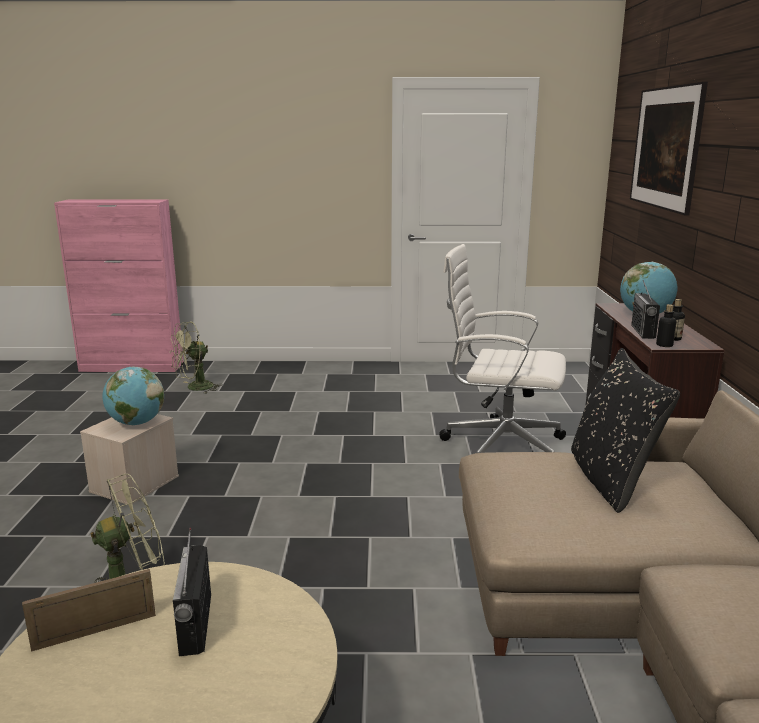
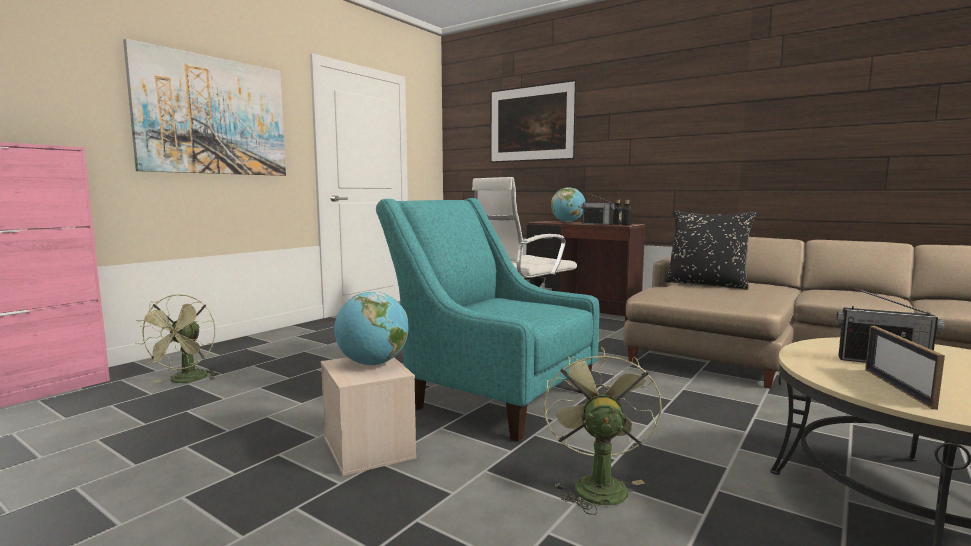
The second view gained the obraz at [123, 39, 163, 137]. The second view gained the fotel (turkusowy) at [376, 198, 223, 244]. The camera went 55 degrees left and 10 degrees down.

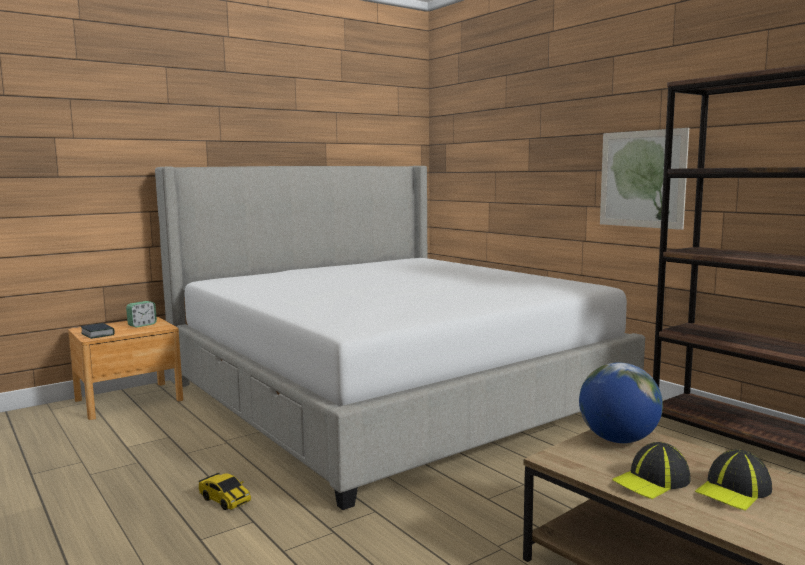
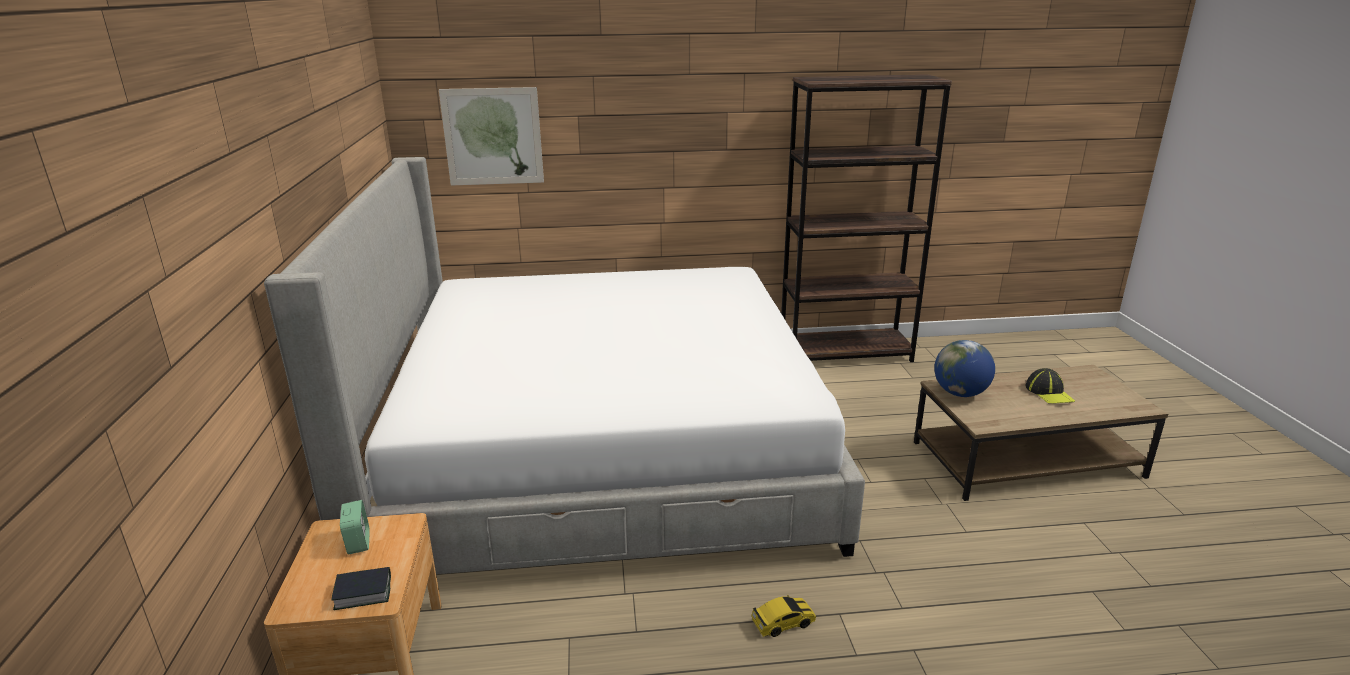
The obraz ended up elsewhere, having gone from [600, 128, 89, 102] to [439, 87, 105, 98]. The second view lost the czapka z daszkiem at [612, 442, 79, 57]. The camera went 60 degrees left and 15 degrees up.

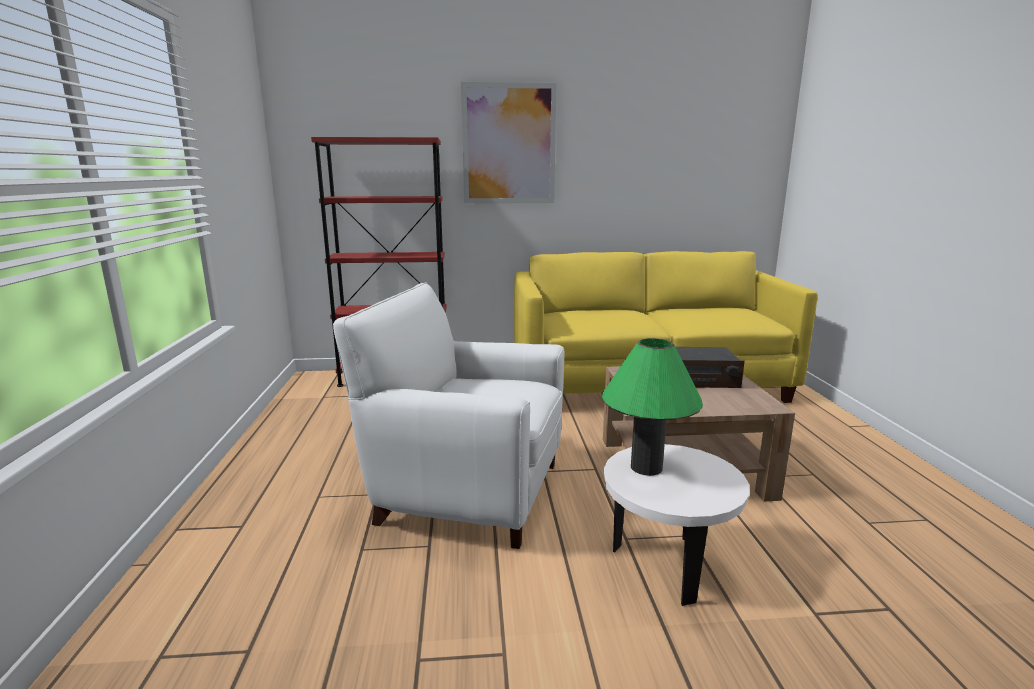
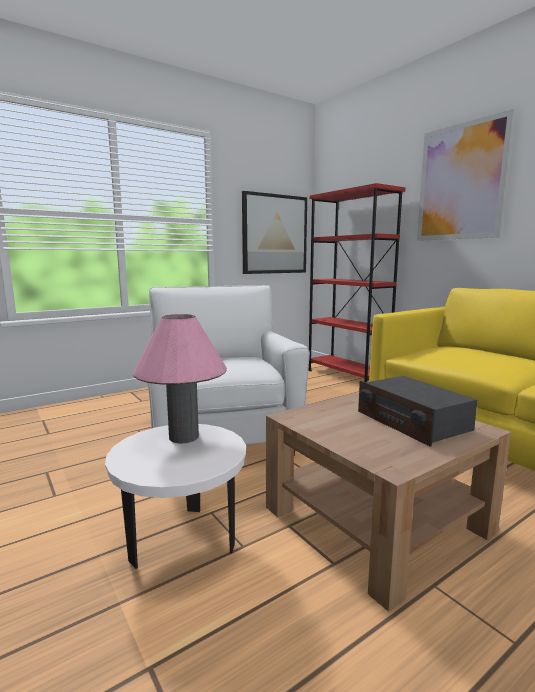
What was the lampa stołowa (zielony) at [602, 338, 101, 138] turned into the lampa stołowa (różowy) at [133, 314, 94, 129]. The second view gained the obraz at [242, 191, 65, 83]. The camera went 60 degrees right and 5 degrees down.

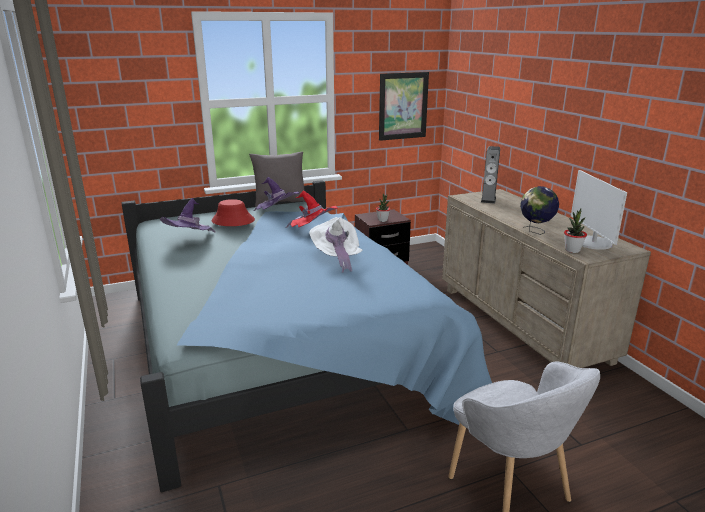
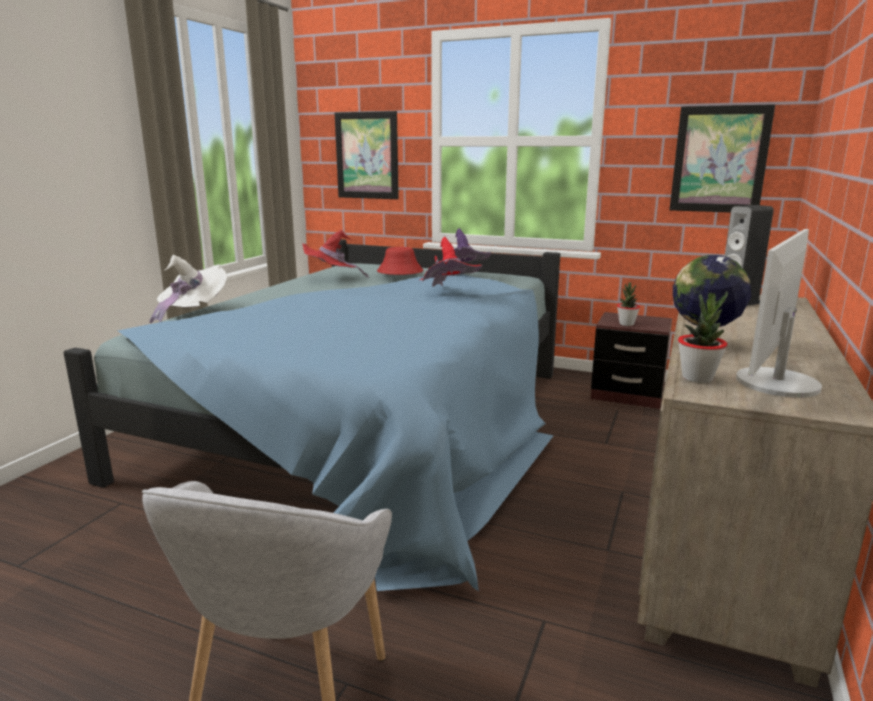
The kapelusz (biały) ended up elsewhere, having gone from [309, 217, 53, 56] to [149, 255, 78, 68]. What was the kapelusz (fioletowy) at [160, 198, 56, 35] turned into the kapelusz (czerwony) at [302, 230, 67, 48]. The second view gained the obraz at [335, 111, 64, 88]. The second view lost the poduszka (szary) at [249, 152, 56, 55]. The camera went 45 degrees right and 5 degrees down.

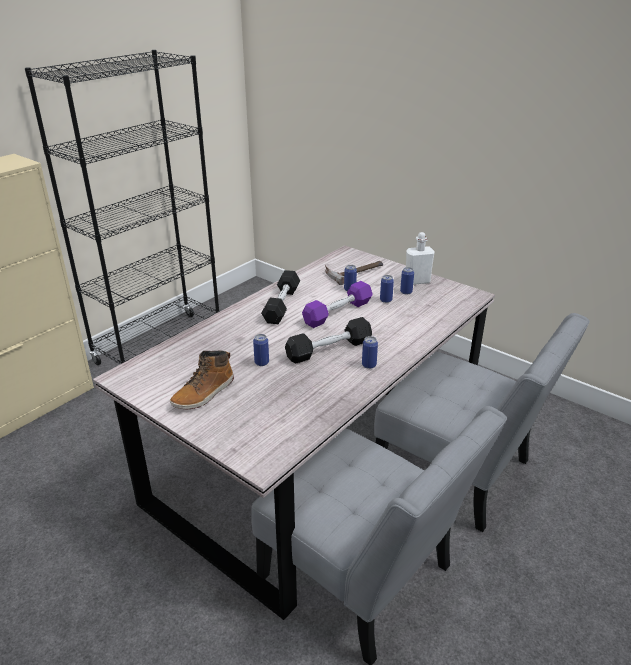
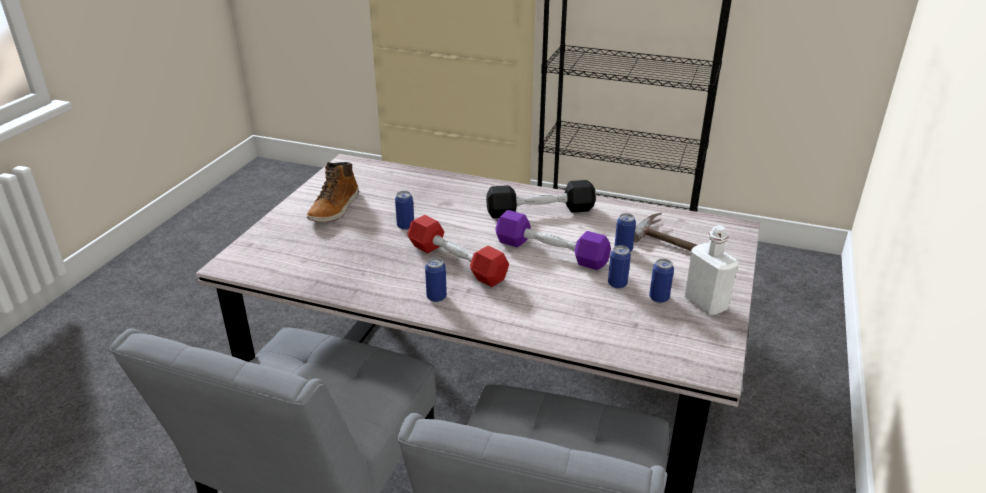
The but z cholewką at [170, 351, 64, 58] ended up facing another way, 90 degrees counterclockwise from before. What was the hantel (czarny) at [285, 317, 87, 46] turned into the hantel (czerwony) at [408, 215, 101, 72]. The camera went 70 degrees right and 0 degrees up.

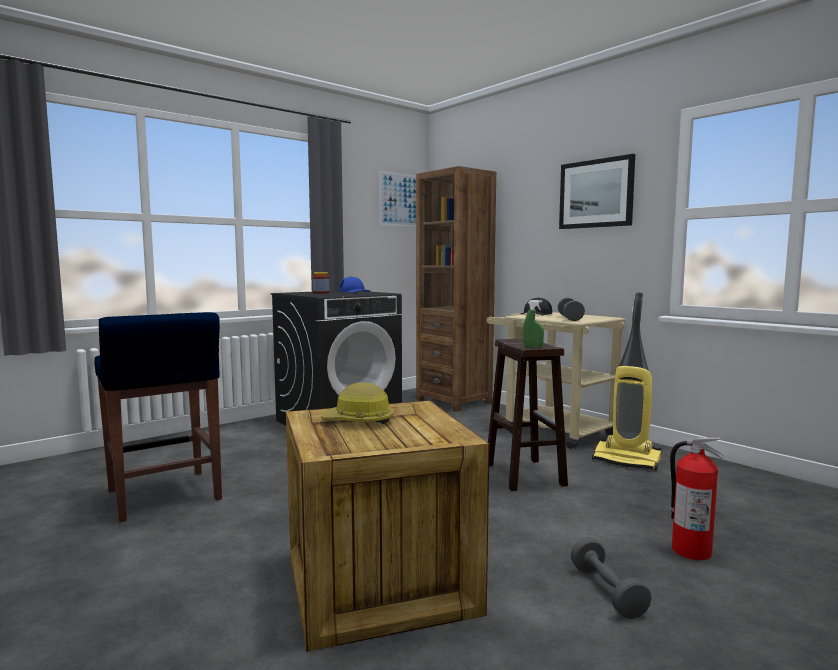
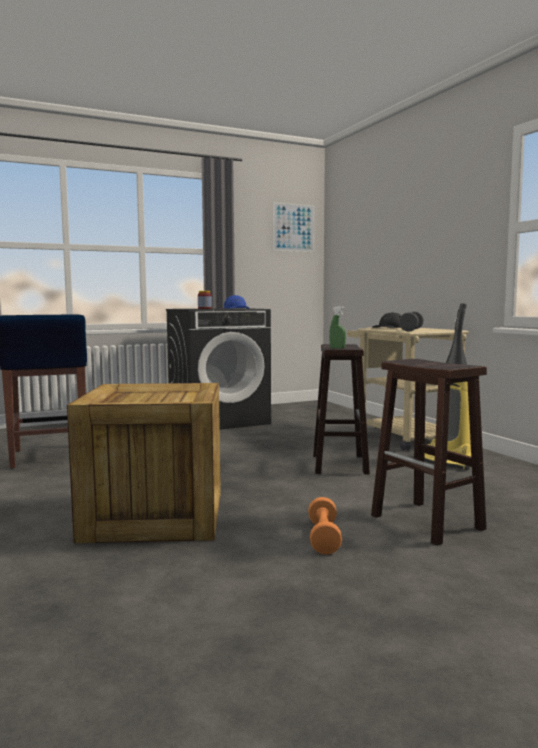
What was the hantel (szary) at [571, 537, 81, 82] turned into the hantel (pomarańczowy) at [308, 497, 34, 58]. Where the gaśnica stood at [670, 437, 54, 123], the stołek (brązowy) came to stand at [371, 359, 116, 187]. The second view lost the kask at [321, 382, 73, 42]. The second view lost the regał (brązowy) at [416, 166, 80, 246]. The second view lost the obraz at [559, 154, 76, 75]. The camera went 15 degrees right and 0 degrees up.

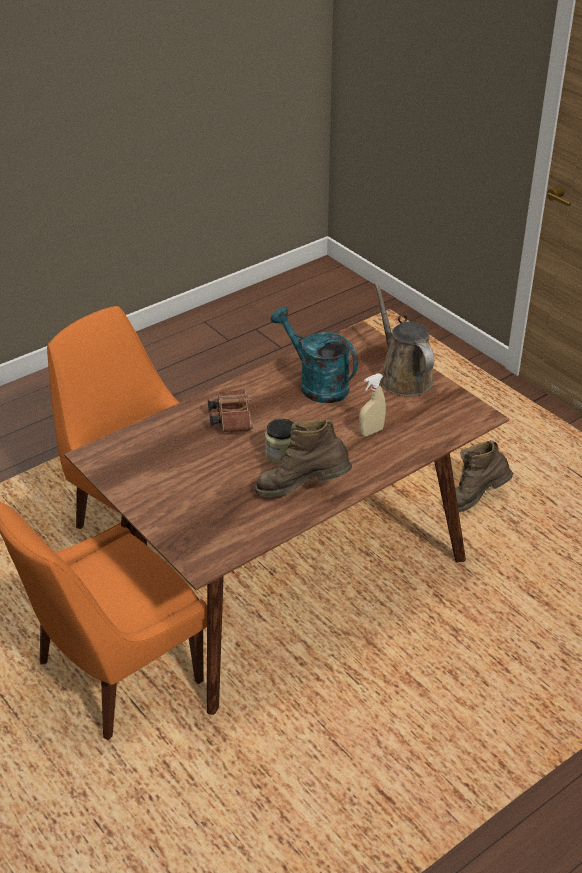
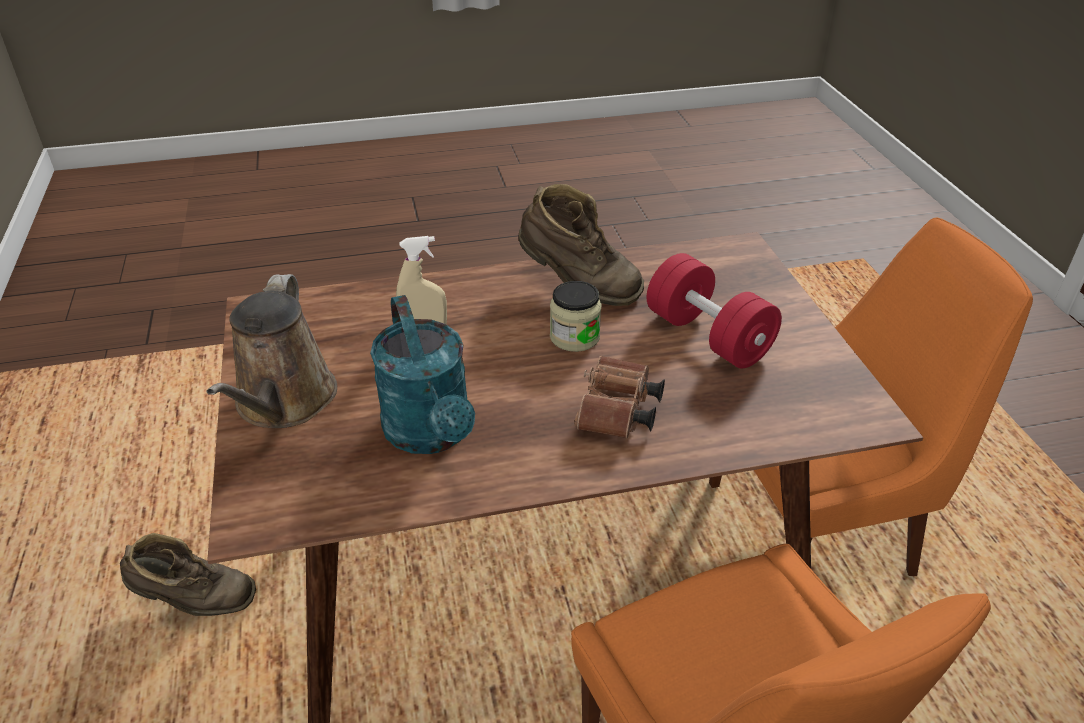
The second view gained the hantel (czerwony) at [647, 253, 135, 116]. The camera went 155 degrees left and 0 degrees up.

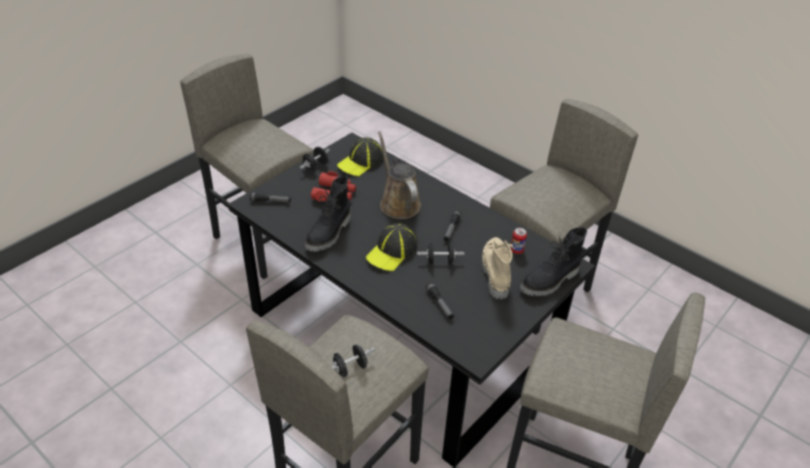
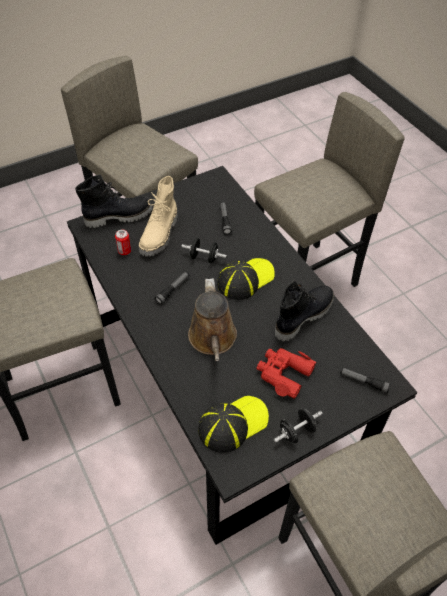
The second view lost the hantel (czarny) at [331, 344, 44, 33]. The camera went 160 degrees left and 10 degrees up.

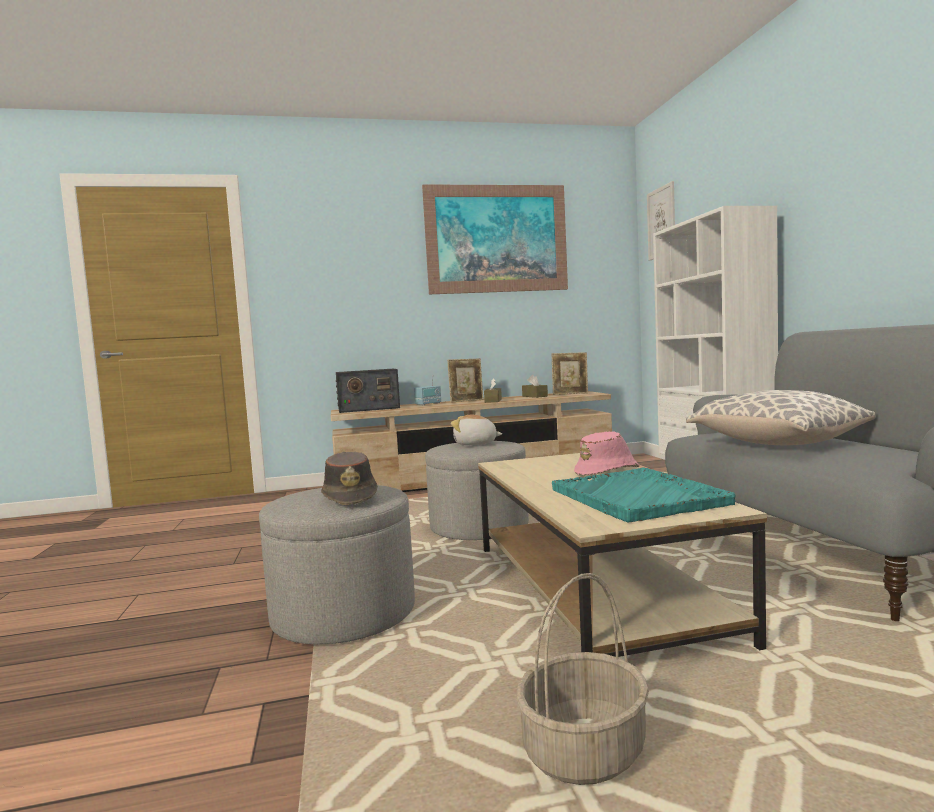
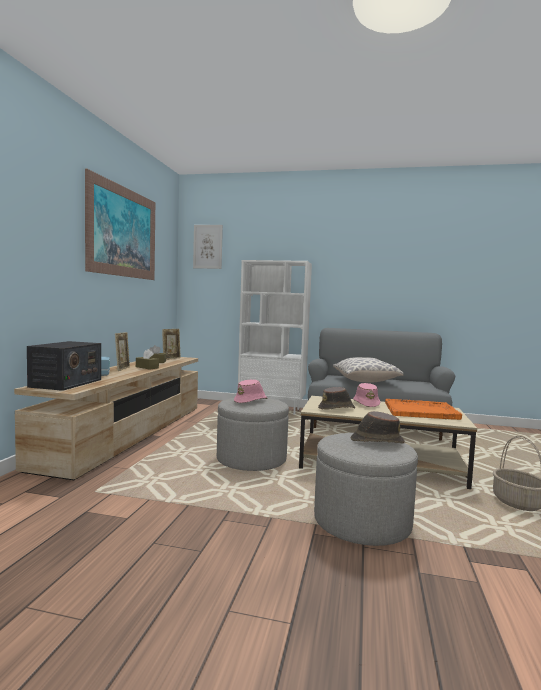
Where the pluszak stood at [451, 415, 52, 30], the kapelusz (różowy) came to stand at [234, 379, 33, 24]. The second view gained the kapelusz (brązowy) at [318, 387, 37, 23]. What was the taca (turkusowy) at [552, 468, 183, 55] turned into the taca (pomarańczowy) at [385, 399, 77, 21]. The camera went 65 degrees left and 0 degrees up.

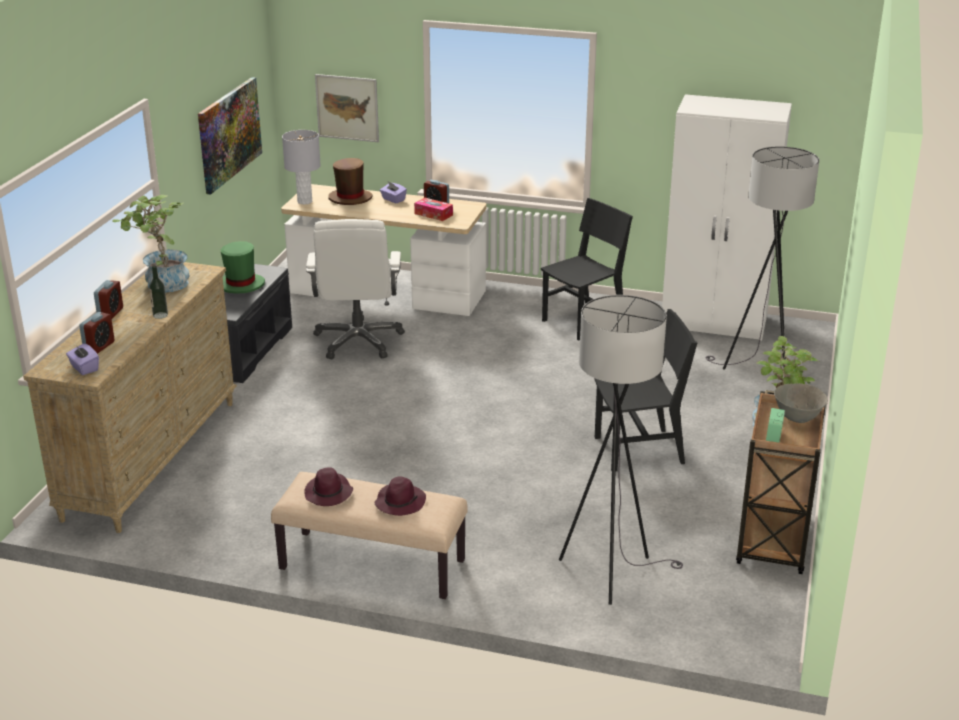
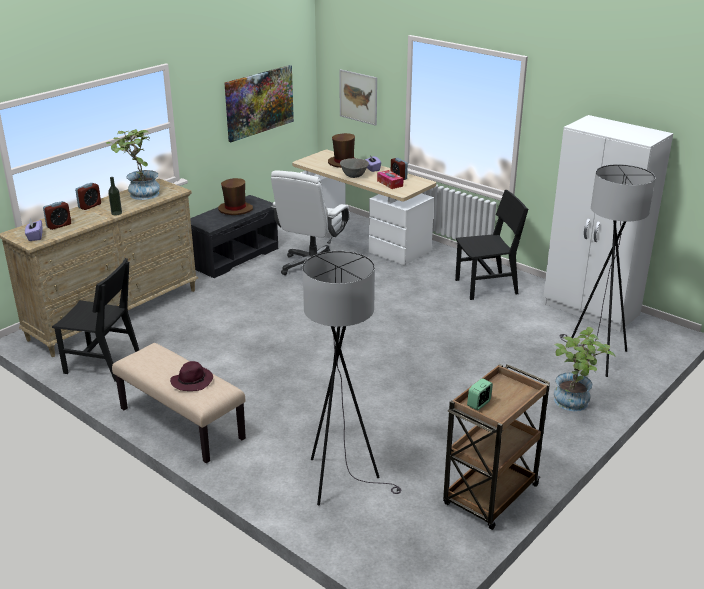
The krzesło (czarny) ended up elsewhere, having gone from [594, 309, 103, 162] to [52, 258, 87, 124]. What was the kapelusz (zielony) at [221, 241, 44, 53] turned into the kapelusz (brązowy) at [218, 178, 35, 37]. The miska (szary) ended up elsewhere, having gone from [774, 383, 54, 40] to [340, 158, 29, 20]. The second view lost the lampa stołowa (szary) at [282, 130, 39, 74]. The second view lost the kapelusz (fioletowy) at [304, 467, 49, 39]. The camera went 25 degrees right and 0 degrees up.

